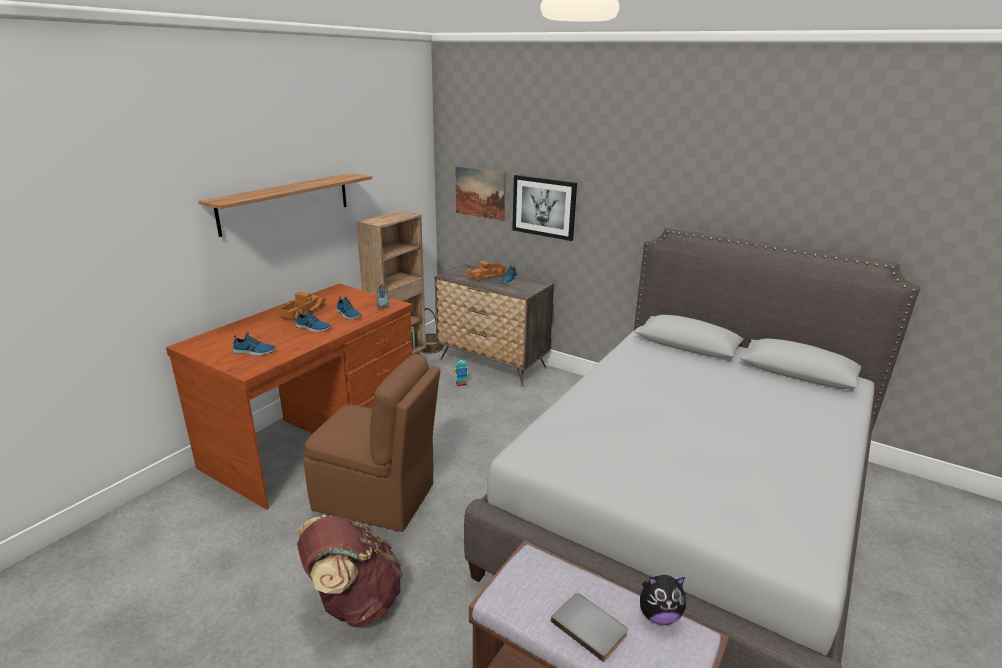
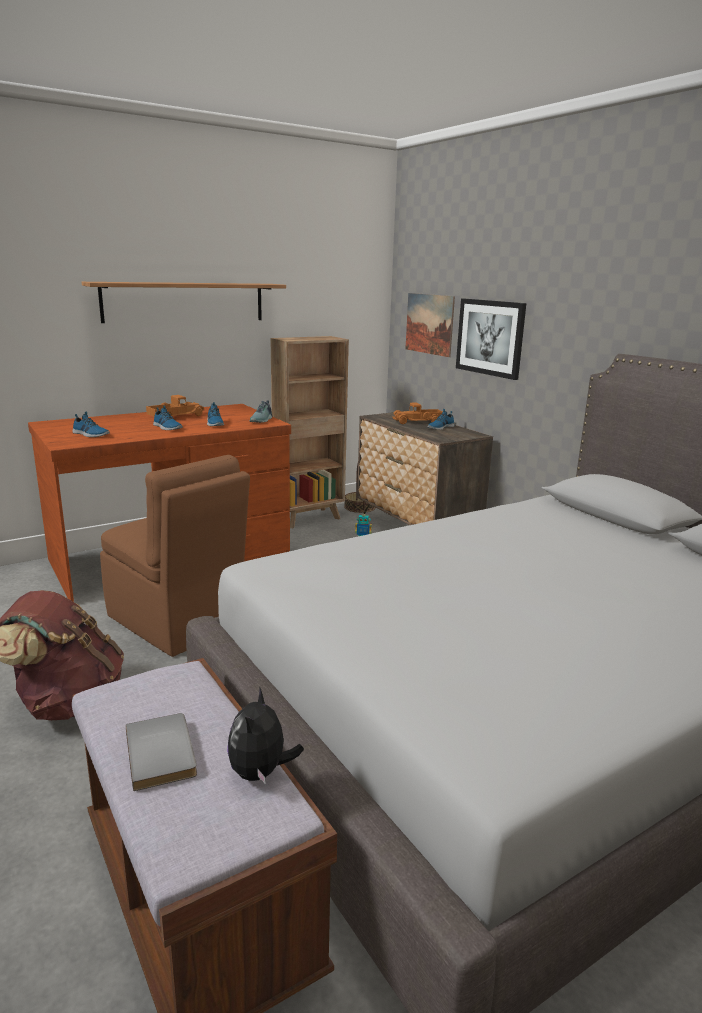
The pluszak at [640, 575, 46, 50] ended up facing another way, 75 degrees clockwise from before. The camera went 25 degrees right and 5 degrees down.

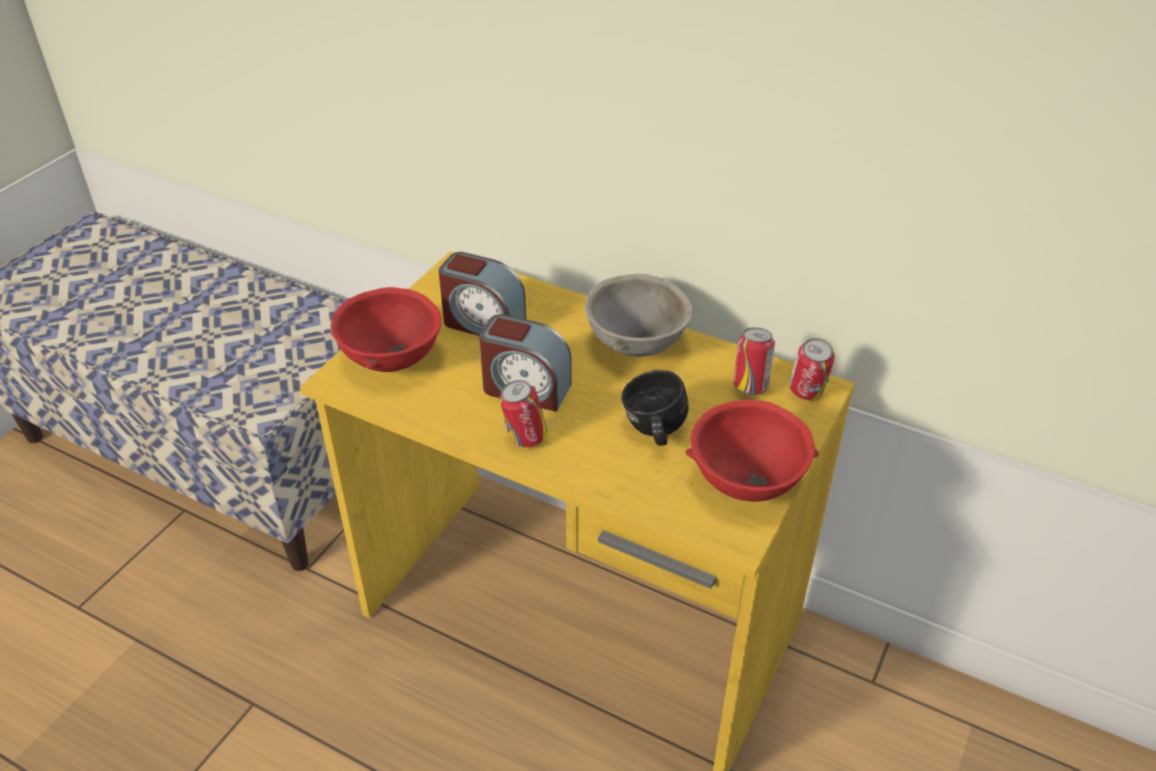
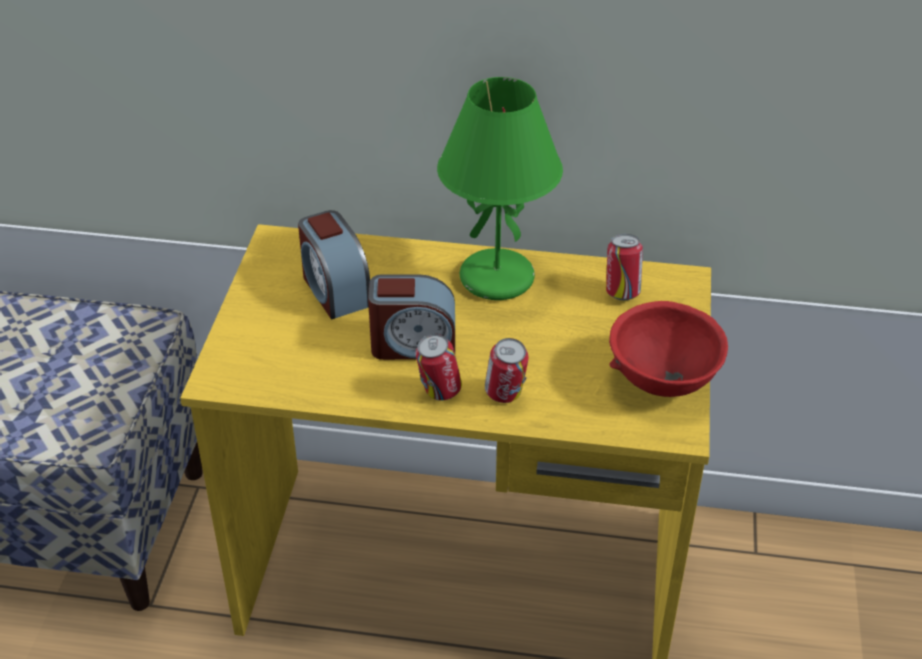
The budzik at [439, 252, 87, 84] ended up facing another way, 60 degrees clockwise from before. Where the miska (szary) stood at [585, 274, 107, 83], the lampa stołowa (zielony) came to stand at [437, 77, 126, 223]. The puszka ended up elsewhere, having gone from [789, 338, 46, 62] to [485, 338, 43, 65]. The second view lost the miska (czerwony) at [331, 287, 111, 85]. The second view lost the kubek (czarny) at [621, 370, 67, 76]. The camera went 20 degrees left and 0 degrees up.

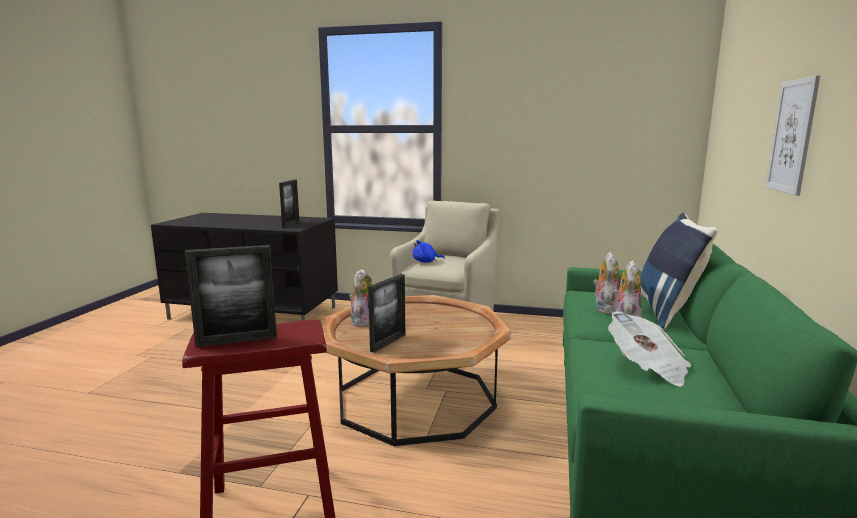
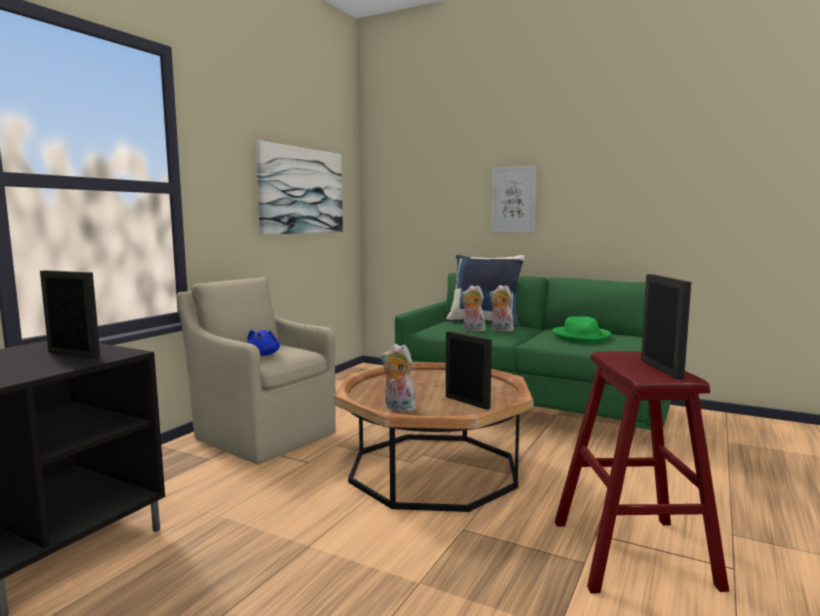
The second view gained the obraz at [256, 140, 87, 95]. Where the gazeta stood at [608, 311, 83, 76], the kapelusz (zielony) came to stand at [552, 316, 59, 27]. The camera went 75 degrees left and 5 degrees down.

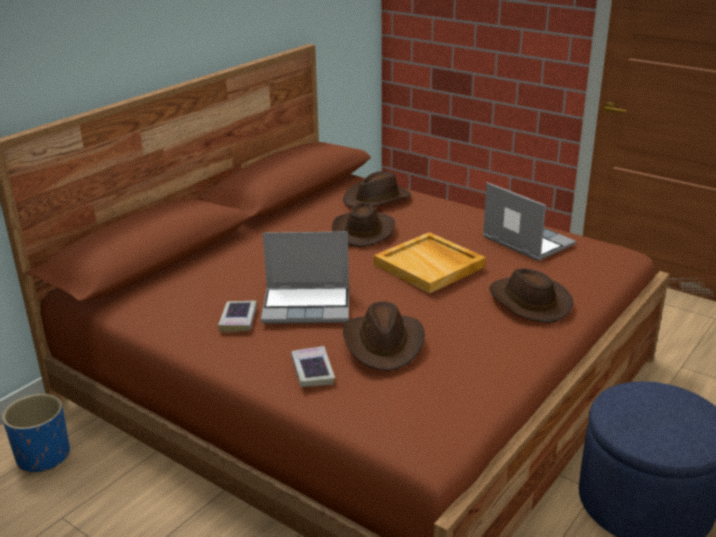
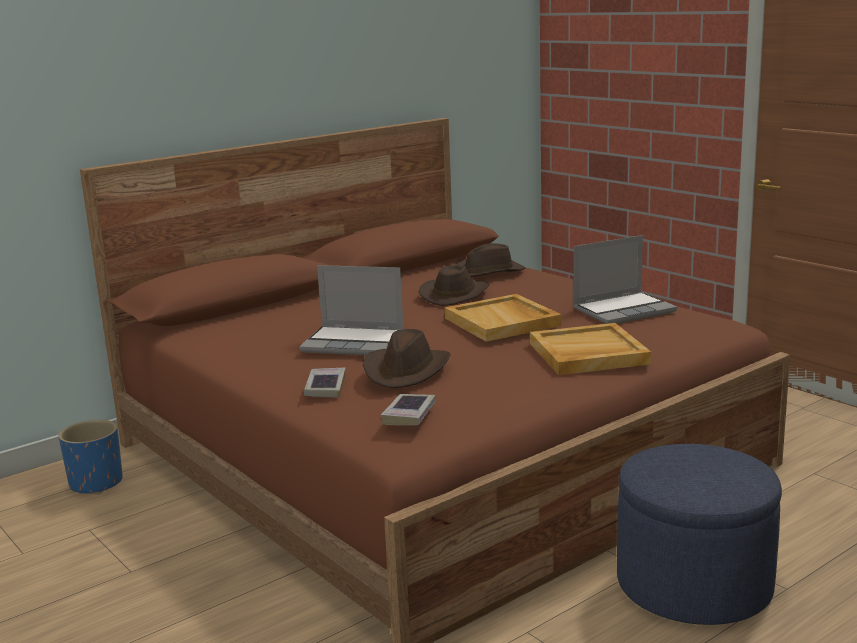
The książka ended up elsewhere, having gone from [218, 300, 39, 32] to [381, 394, 55, 31]. Where the kapelusz (brązowy) stood at [489, 268, 84, 55], the taca (beżowy) came to stand at [530, 323, 121, 52]. The laptop at [483, 182, 93, 79] ended up facing another way, 90 degrees clockwise from before. The camera went 15 degrees right and 10 degrees down.

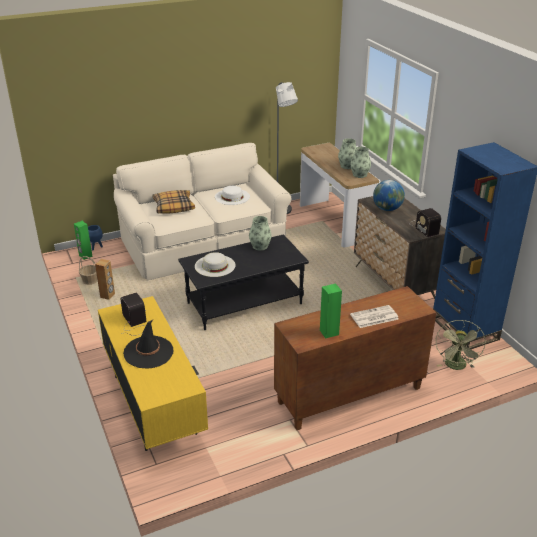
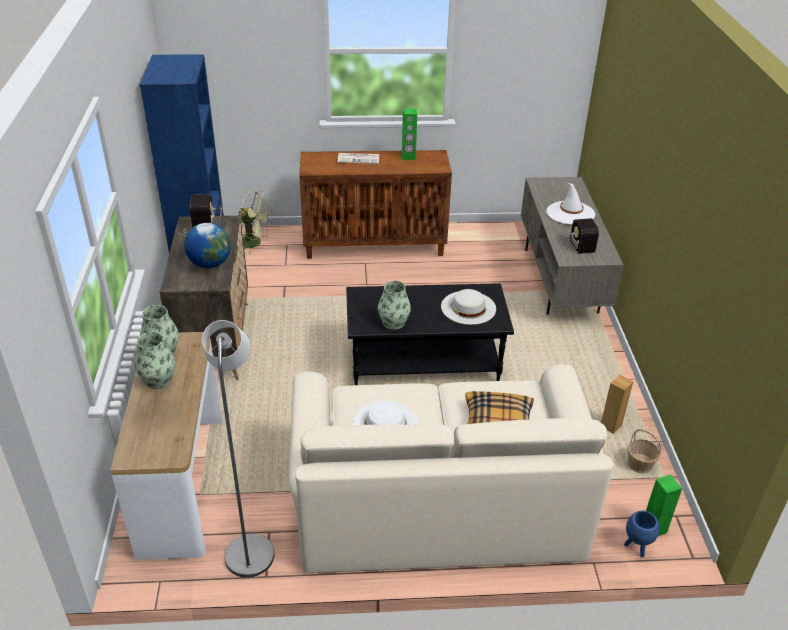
The wentylator (zielony) at [436, 320, 50, 50] ended up facing another way, 75 degrees clockwise from before. What was the szafka pod telewizor (żółty) at [98, 296, 110, 155] turned into the szafka pod telewizor (szary) at [521, 177, 103, 138]. What was the kapelusz (czarny) at [123, 320, 50, 49] turned into the kapelusz (biały) at [547, 183, 48, 42]. The camera went 160 degrees left and 5 degrees up.

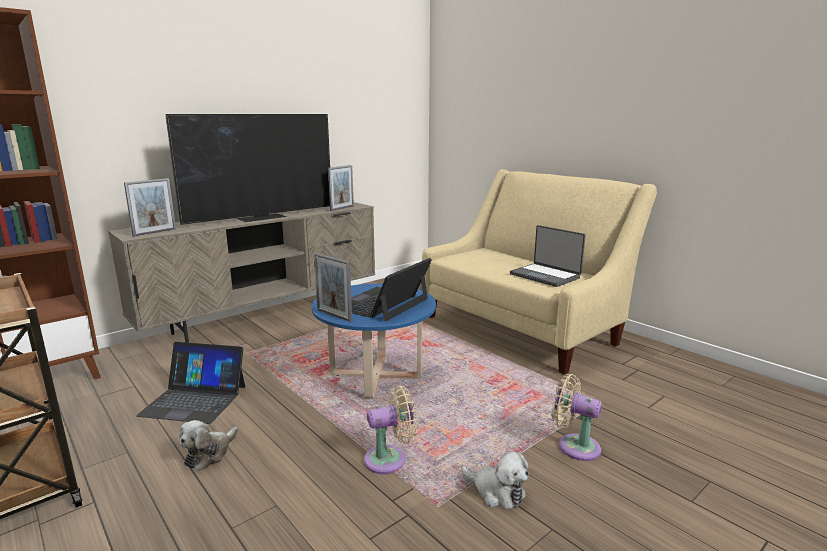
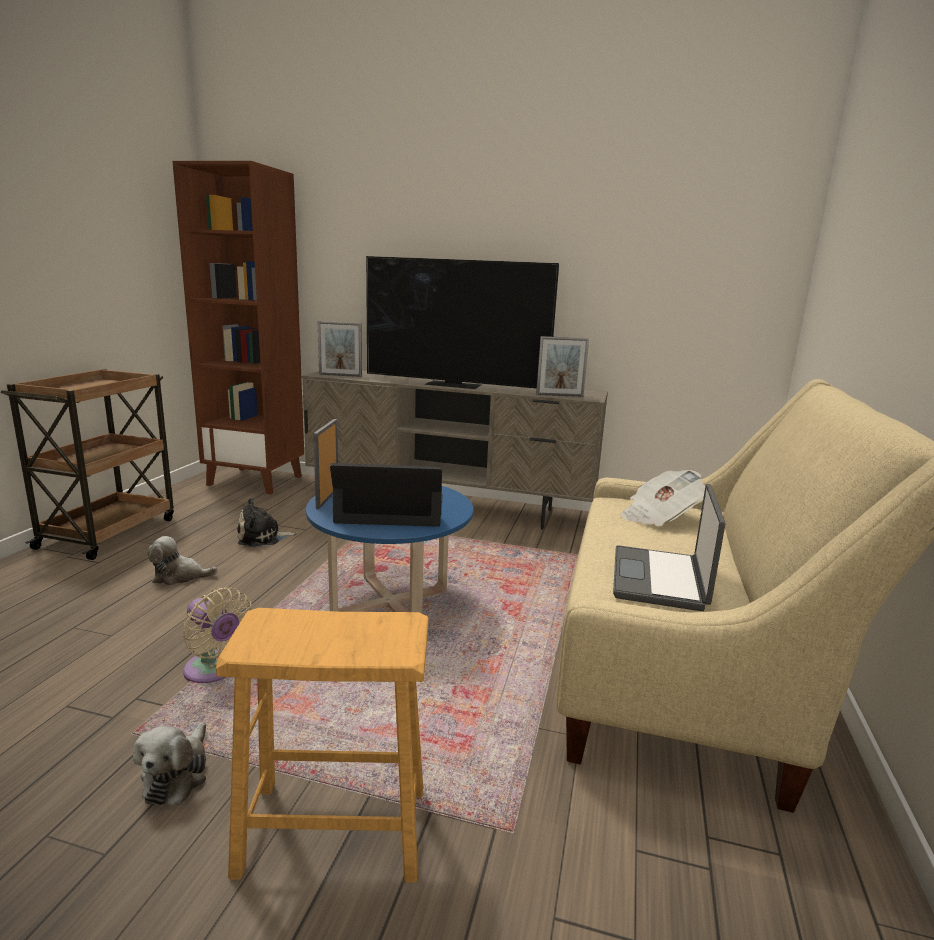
Where the wentylator (beżowy) stood at [551, 374, 51, 87], the stołek (brązowy) came to stand at [216, 608, 212, 275]. Where the laptop stood at [136, 342, 109, 82], the pluszak came to stand at [237, 498, 60, 49]. The second view gained the gazeta at [620, 470, 85, 57]. The camera went 55 degrees right and 0 degrees up.

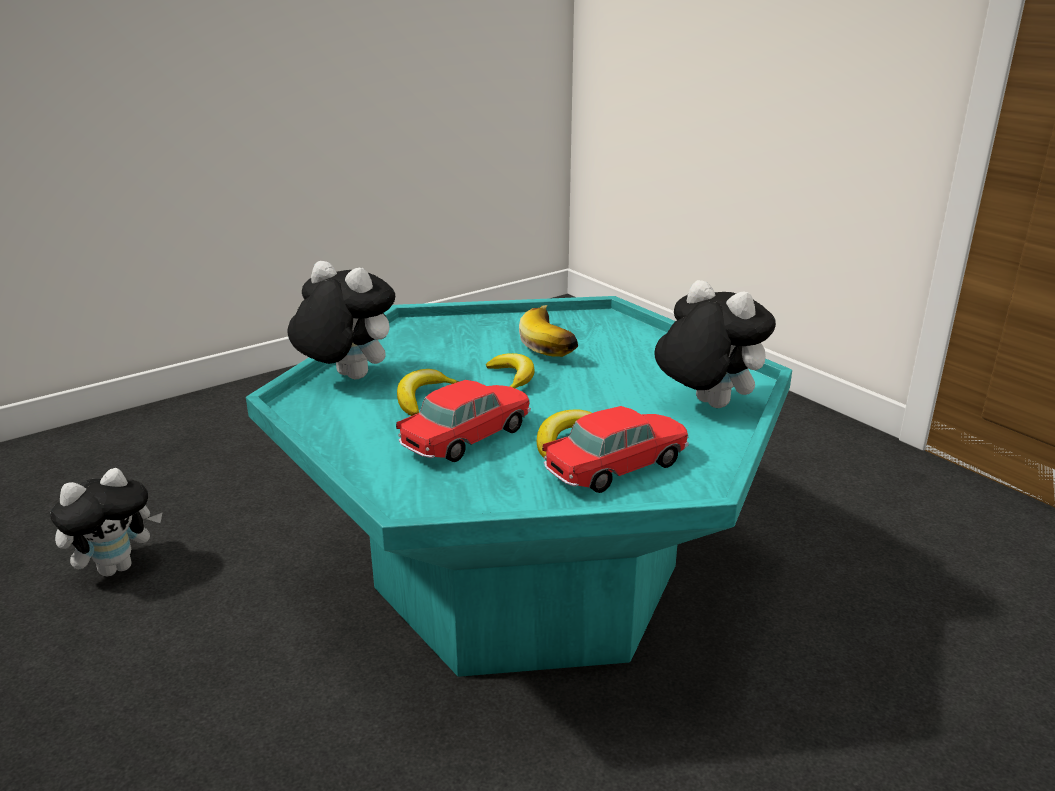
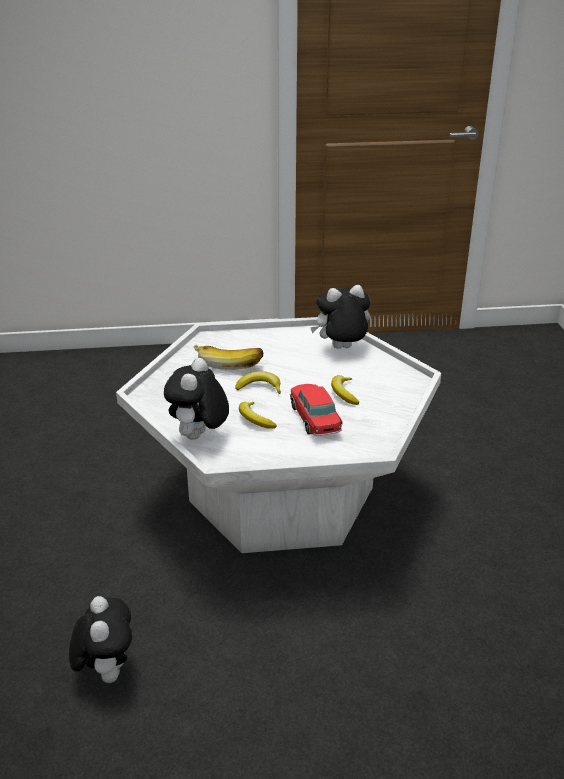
What was the ława (turkusowy) at [246, 296, 546, 381] turned into the ława (biały) at [116, 317, 325, 236]. The pluszak at [288, 261, 107, 118] ended up facing another way, 45 degrees counterclockwise from before. The second view lost the samochodzik at [542, 406, 147, 87]. The camera went 60 degrees left and 5 degrees up.

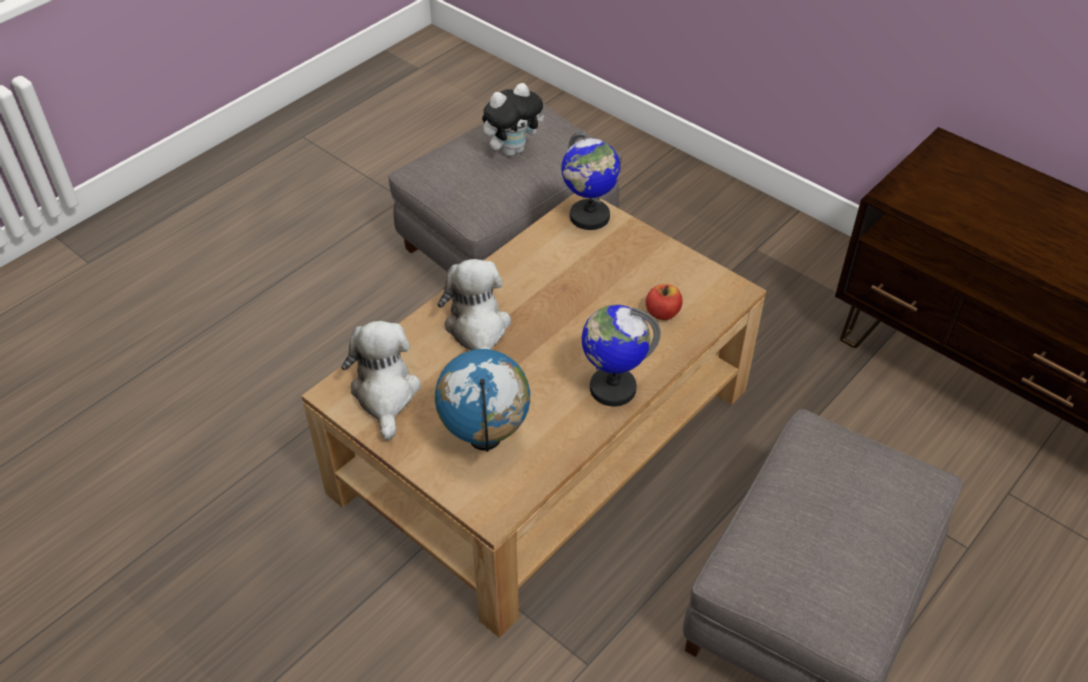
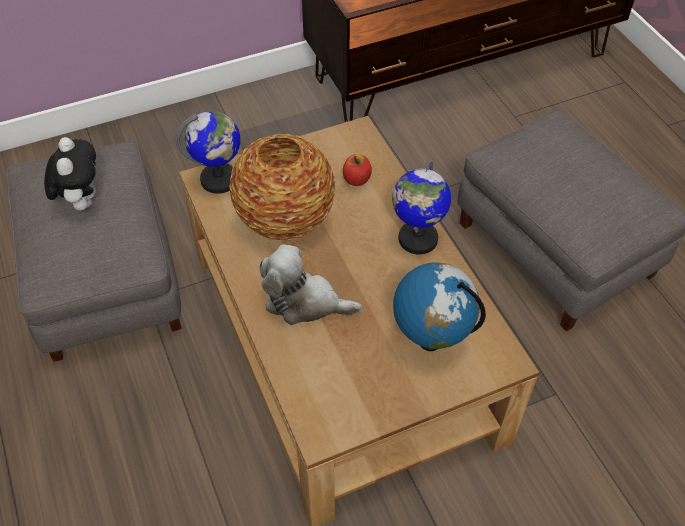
The second view gained the wazon at [229, 134, 107, 106]. The second view lost the pluszak at [341, 321, 80, 119]. The camera went 65 degrees left and 5 degrees up.

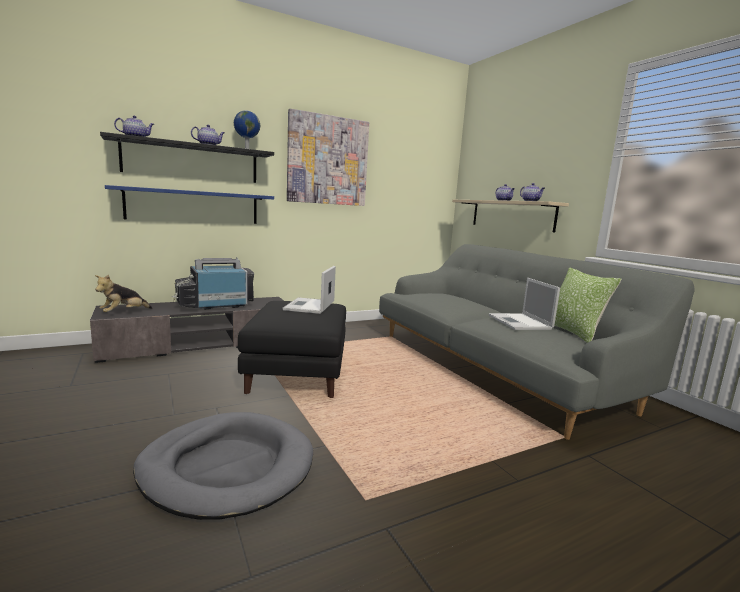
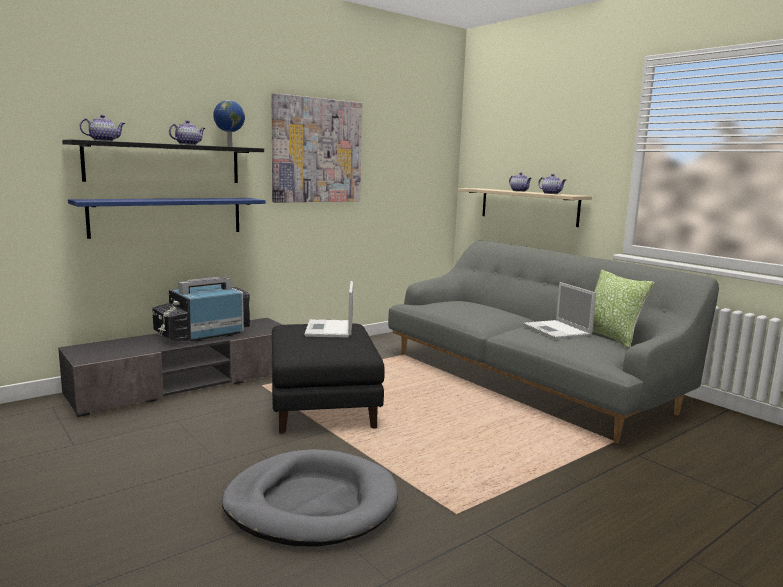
The second view lost the pluszak at [95, 275, 57, 37]. The camera went 10 degrees left and 0 degrees up.

